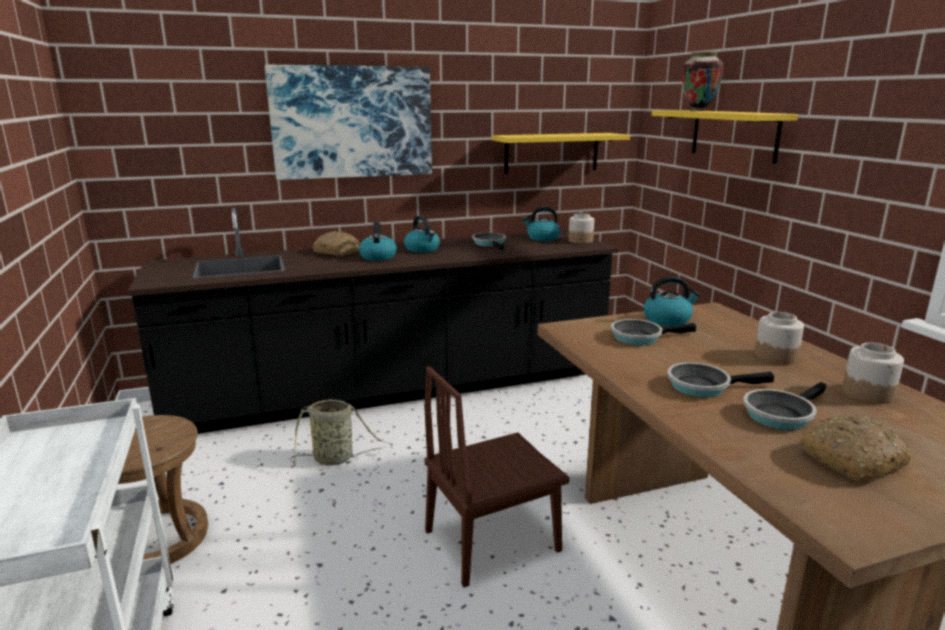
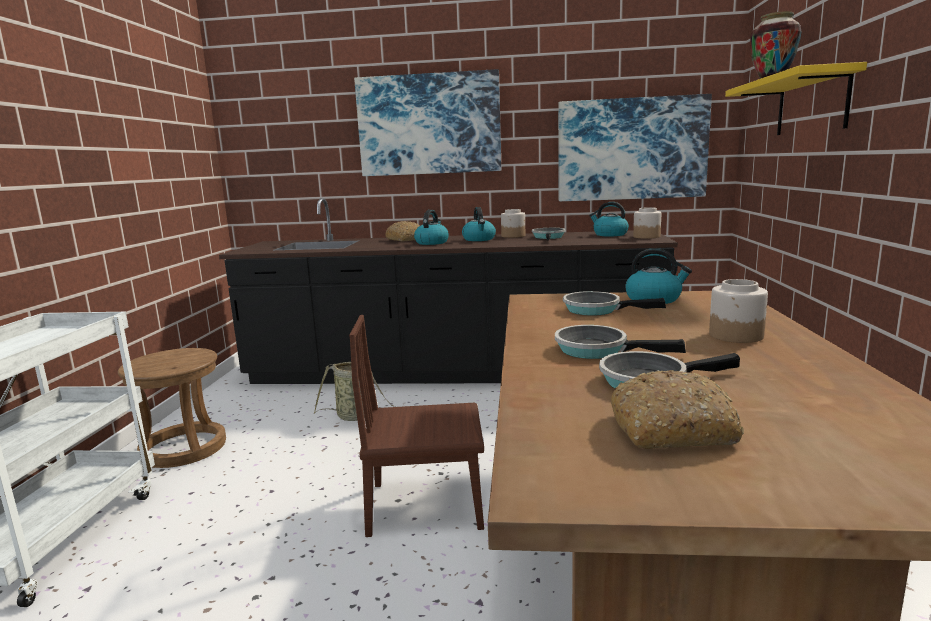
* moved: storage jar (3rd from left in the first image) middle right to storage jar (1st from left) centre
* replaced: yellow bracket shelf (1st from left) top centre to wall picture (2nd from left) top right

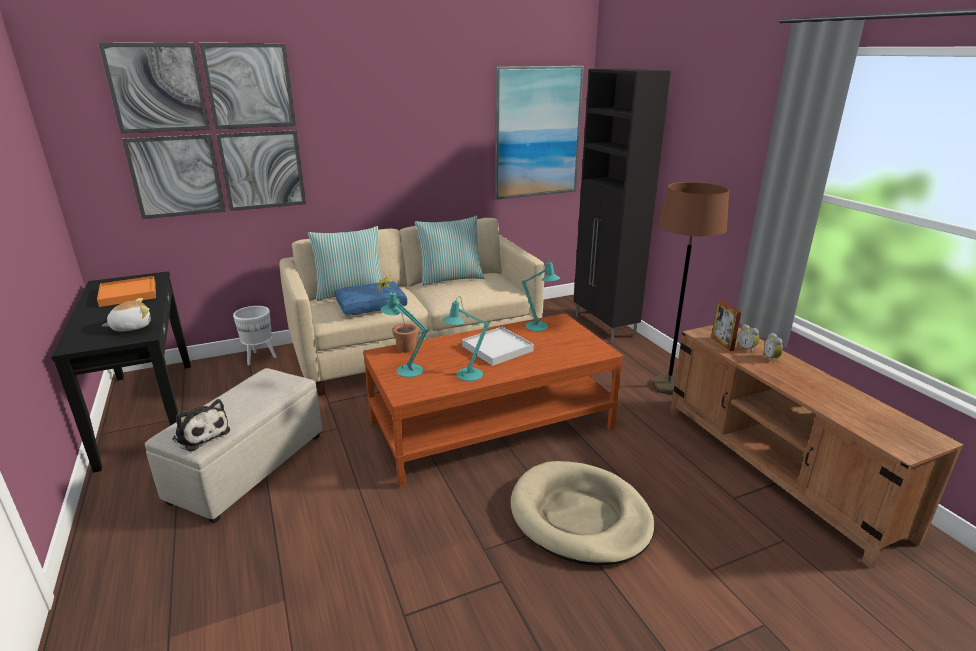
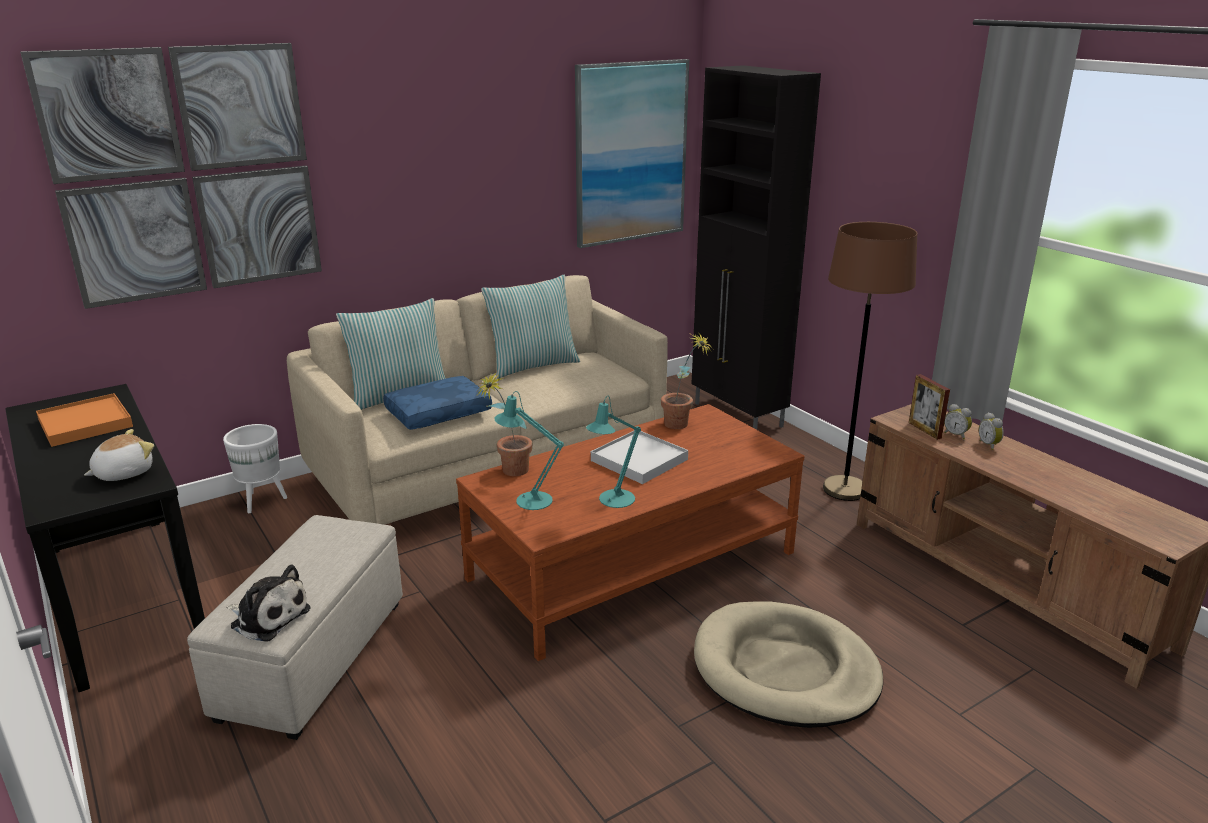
* replaced: turquoise-coloured tabletop lamp (3rd from left) centre to houseplant (2nd from left) centre

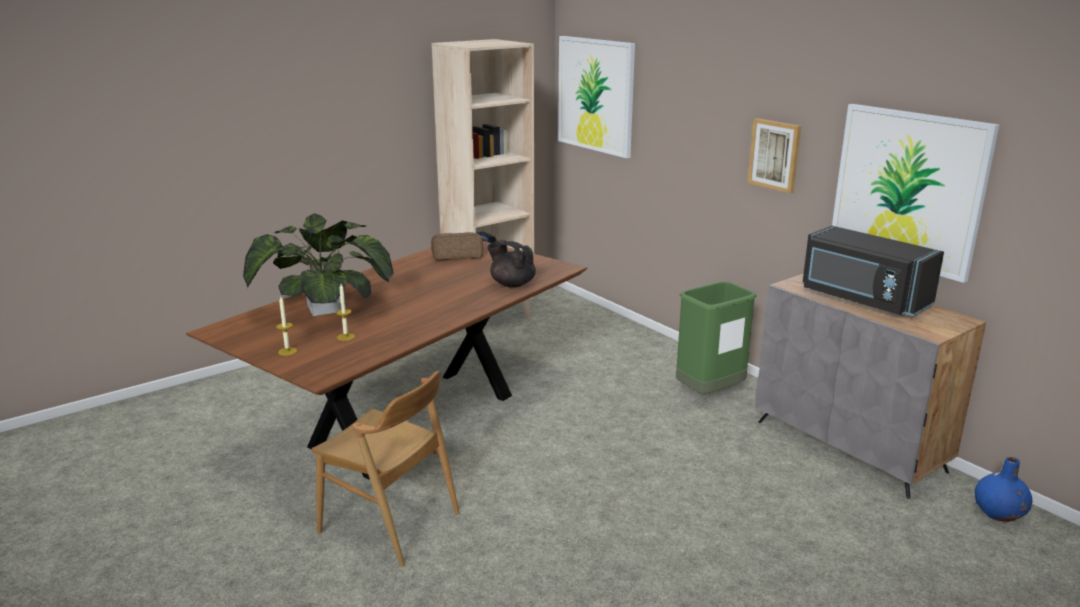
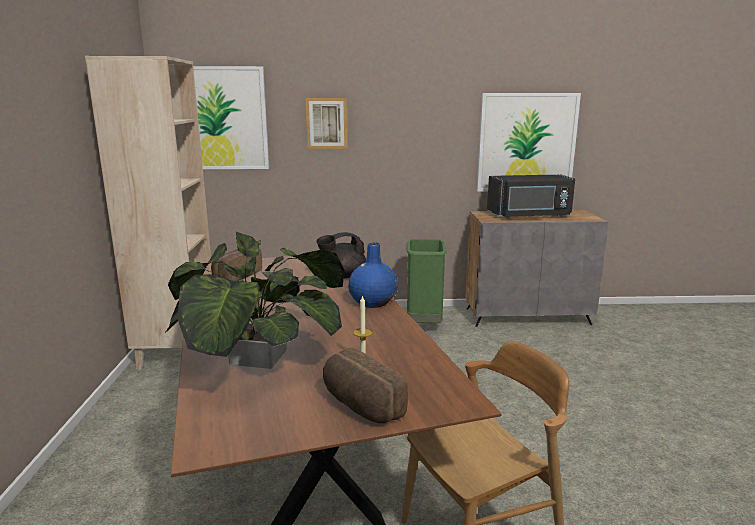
* moved: wall picture (2nd from left) top right to top centre
* moved: blue vase bottom right to centre
* replaced: wax light (1st from left) middle left to baked bread (2nd from left) bottom centre

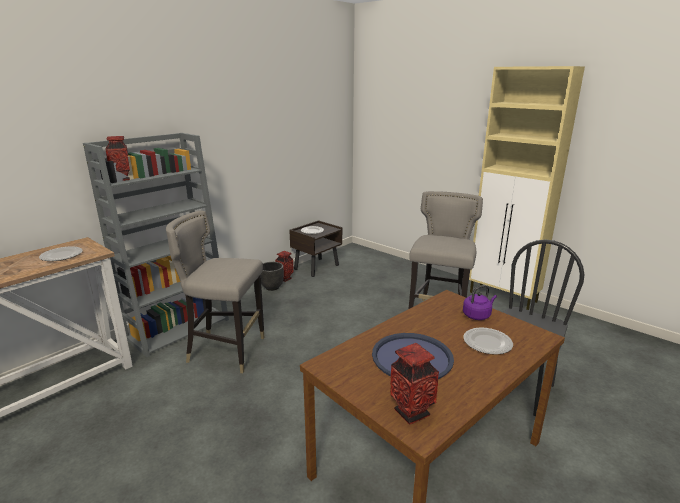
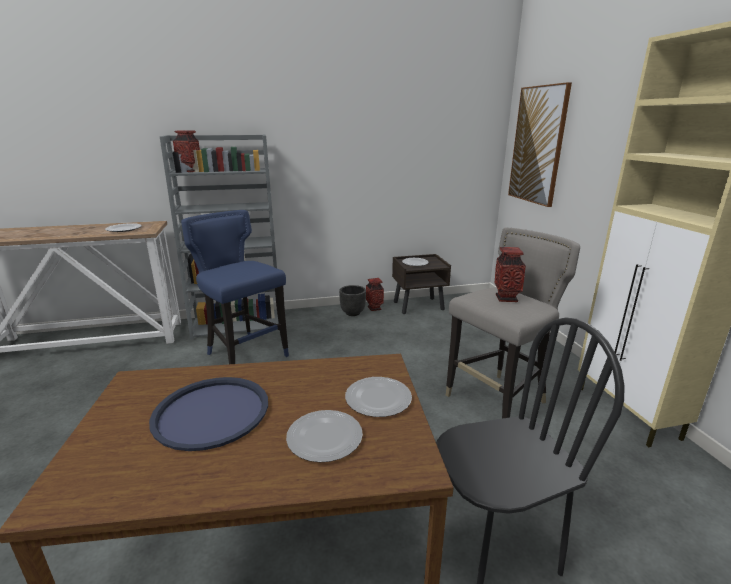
* added: wall picture top right
* moved: vase (3rd from left) bottom centre to middle right
* replaced: purple tea kettle middle right to plate (3rd from left) bottom centre
* recoloured: gray sitting stool (1st from left) middle left to blue sitting stool middle left

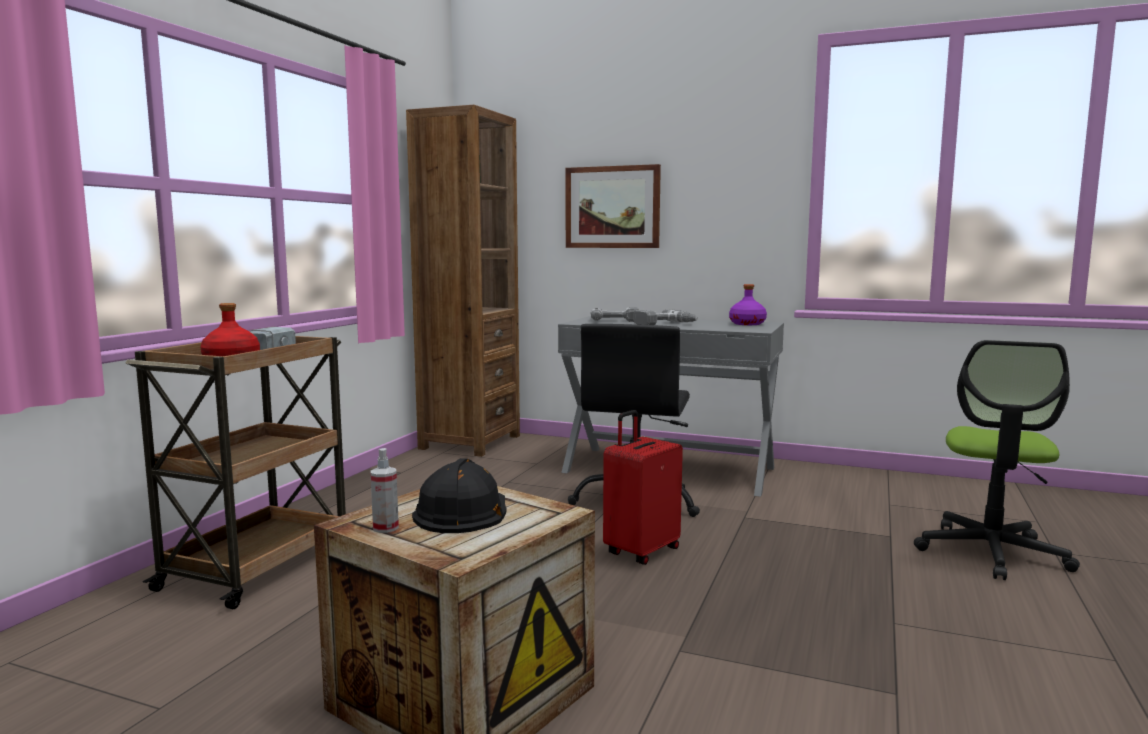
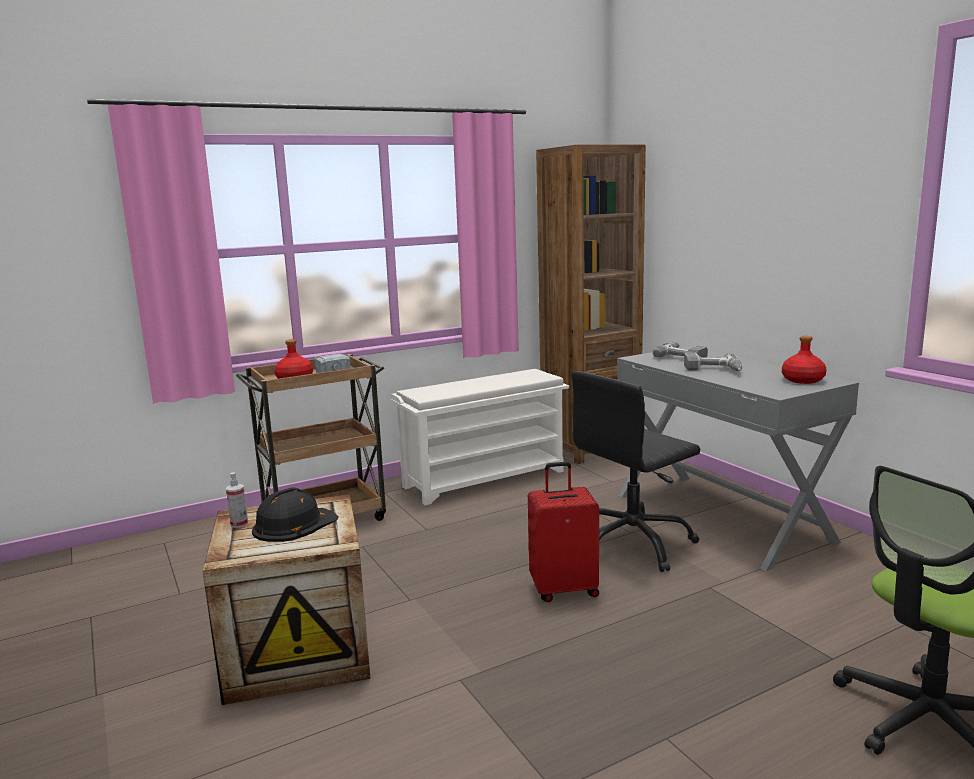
* removed: wall picture top centre
* added: white shoe rack centre
* recoloured: purple bottle centre to red bottle (2nd from left) middle right

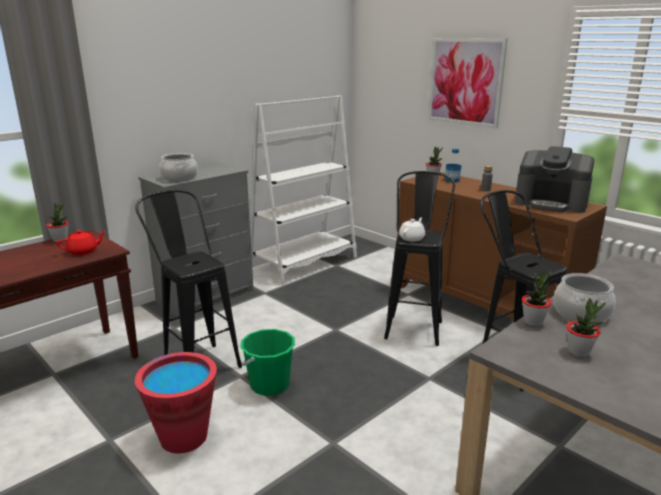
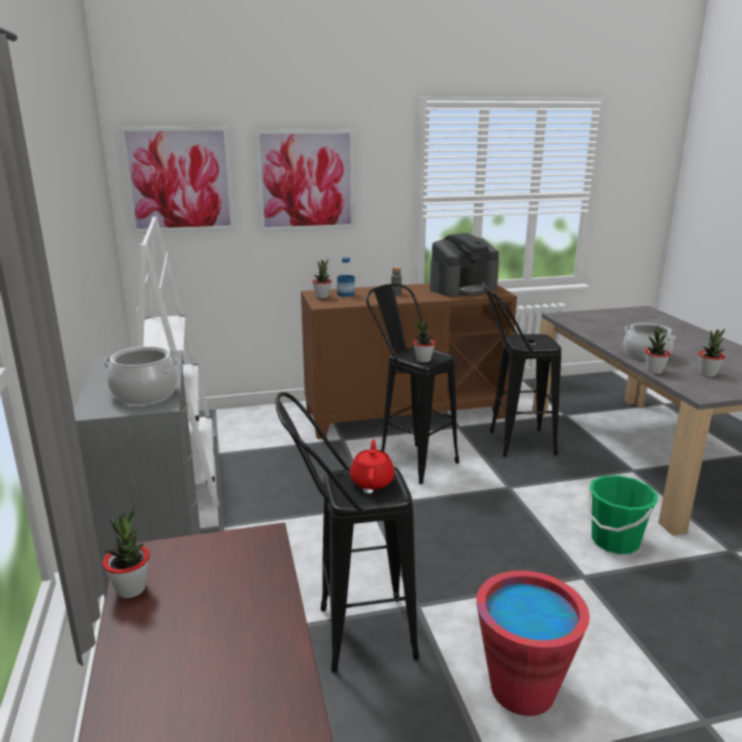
* added: wall picture (1st from left) top left
* moved: red teapot middle left to centre
* moved: green-coloured water bucket bottom centre to bottom right
* replaced: white teapot centre to houseplant (3rd from left) centre

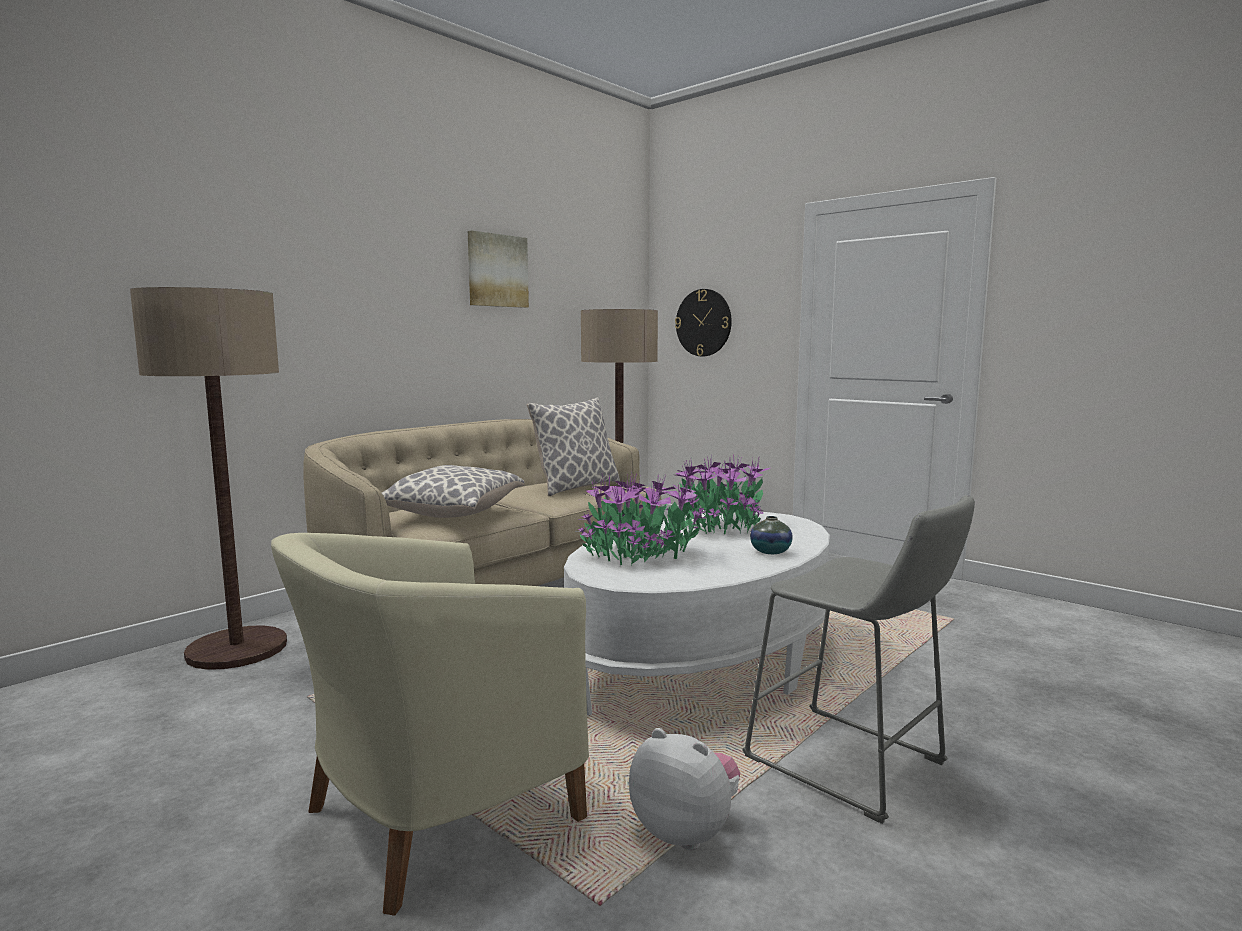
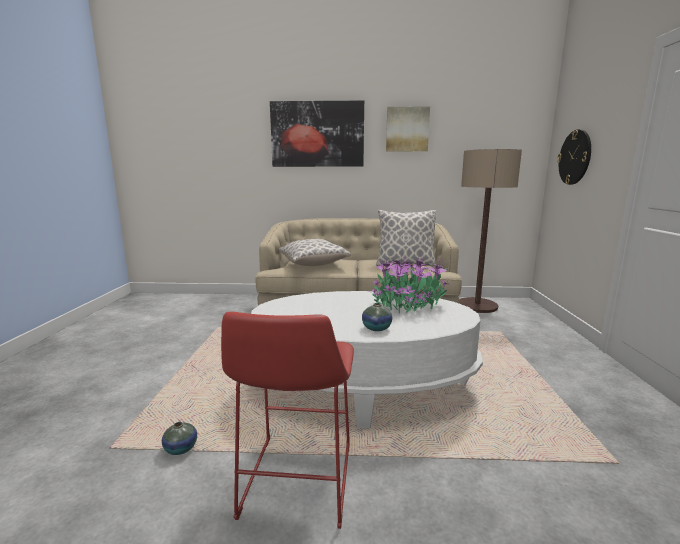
* removed: standing lamp (1st from left) middle left
* removed: beige-coloured lounge chair bottom centre
* removed: houseplant (1st from left) centre
* added: wall picture (1st from left) top centre
* replaced: soft toy bottom centre to vase (1st from left) bottom left
* recoloured: gray sitting stool bottom right to red sitting stool bottom centre

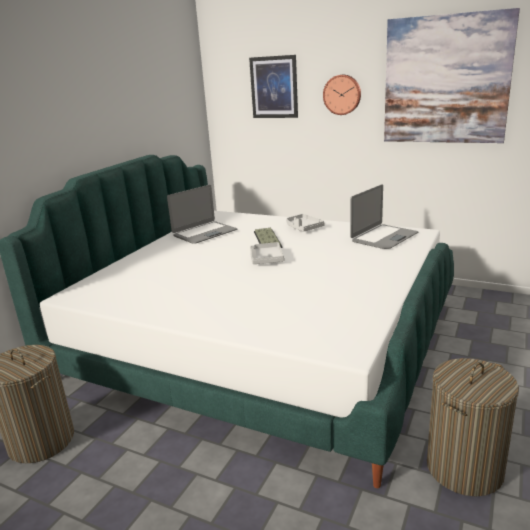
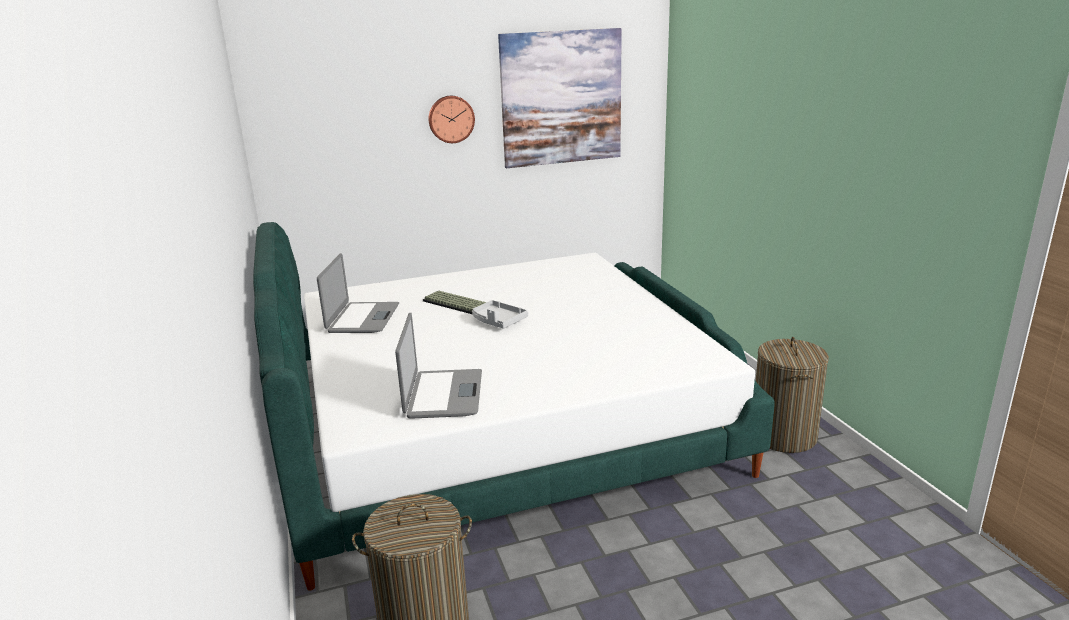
* removed: wall picture (1st from left) top centre
* removed: gray carrying tray (2nd from left) centre
* moved: laptop (2nd from left) middle right to centre

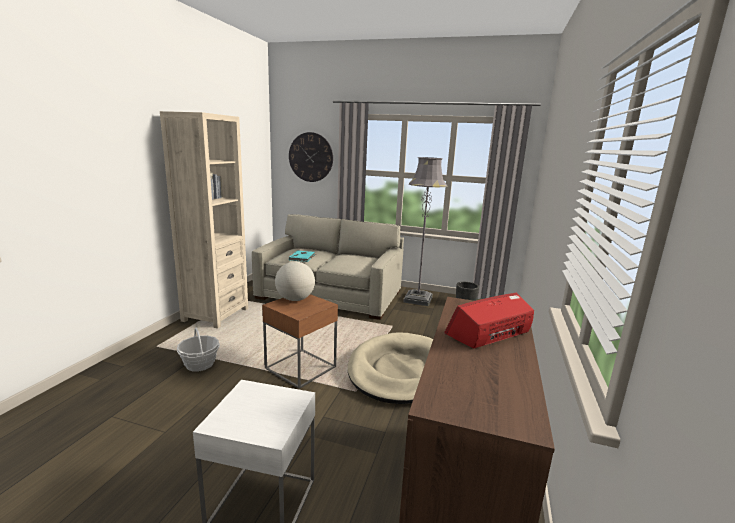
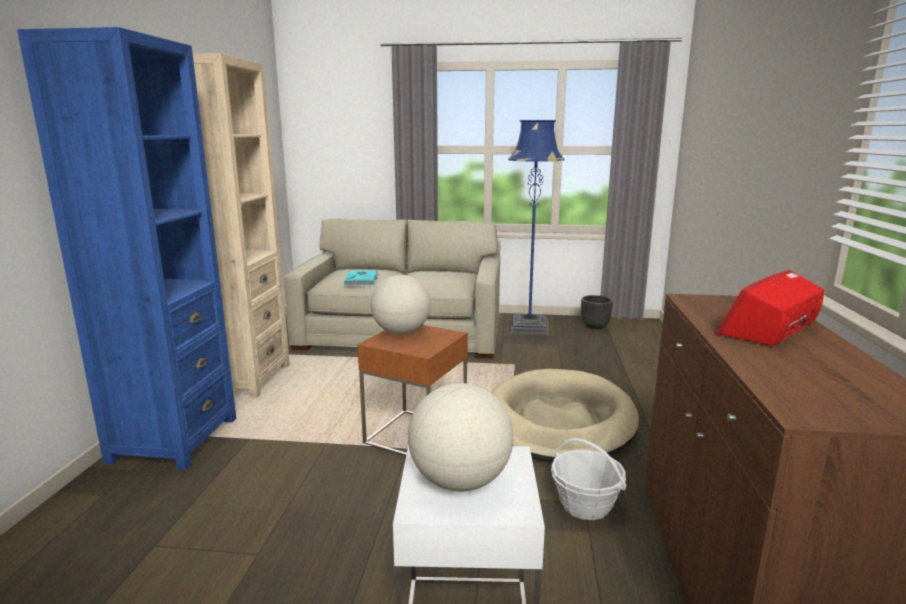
* removed: wall clock top centre
* added: blue bookcase middle left
* added: globe (2nd from left) bottom centre
* moved: household basket bottom left to bottom centre
* recoloured: gray standing lamp centre to blue standing lamp centre

